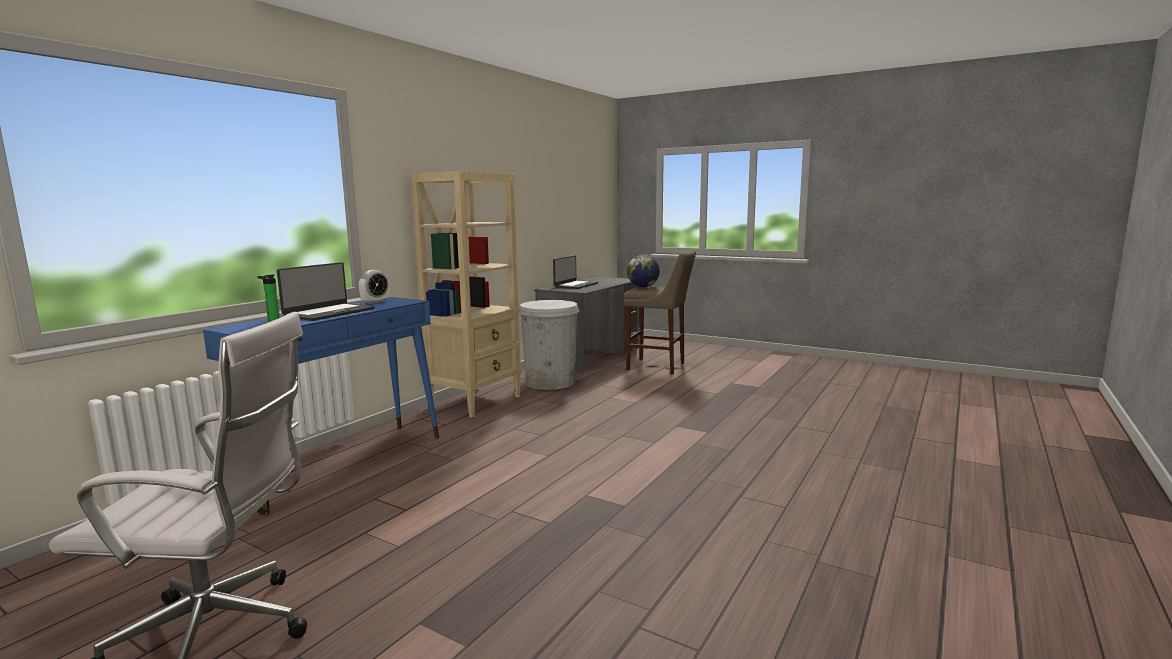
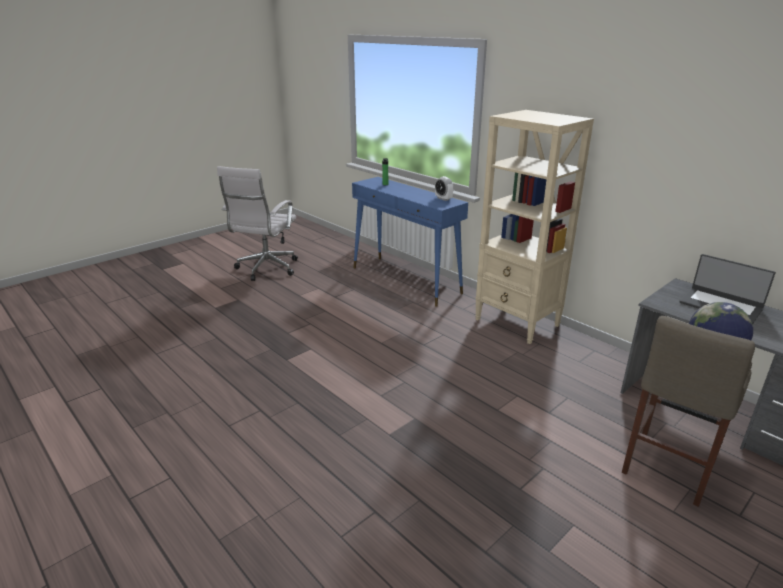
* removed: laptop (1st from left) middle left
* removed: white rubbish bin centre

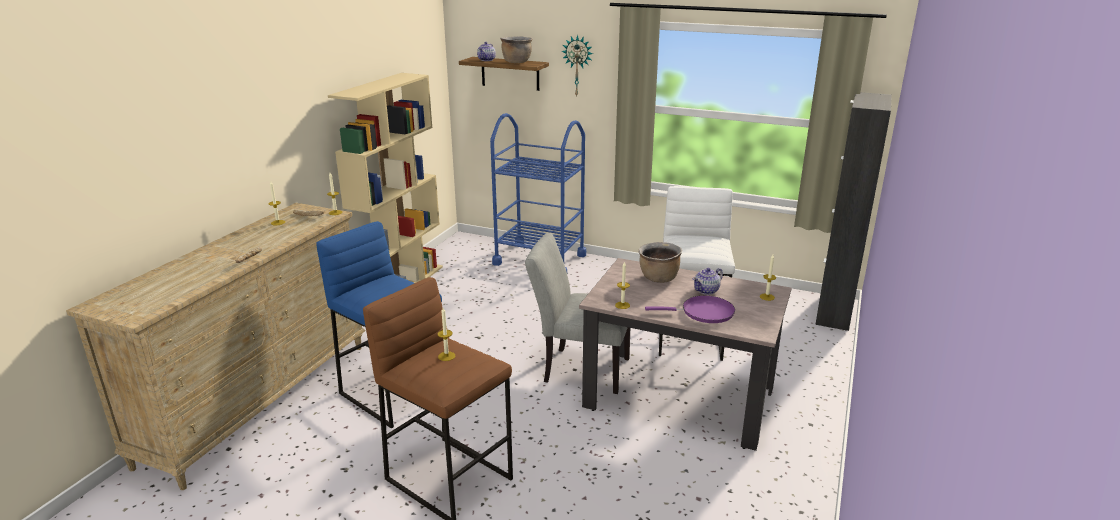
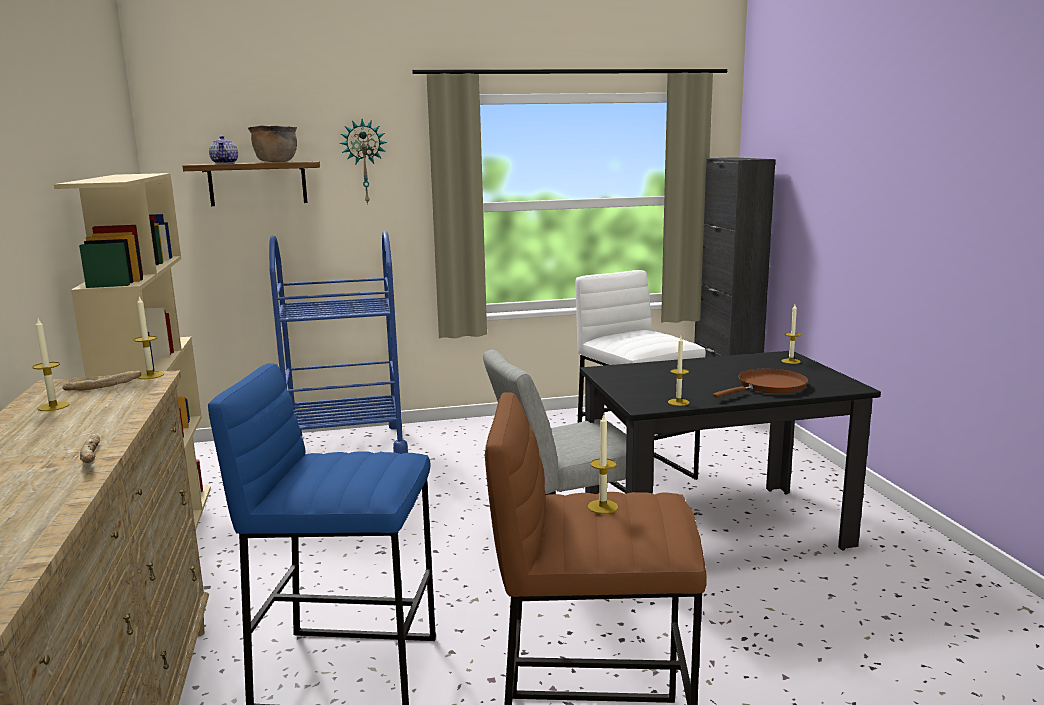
* removed: brown-coloured saucepot (2nd from left) centre
* removed: teapot (2nd from left) centre
* recoloured: beige-coloured kitchen table bottom centre to black-coloured kitchen table middle right
* recoloured: purple skillet centre to brown-coloured skillet middle right

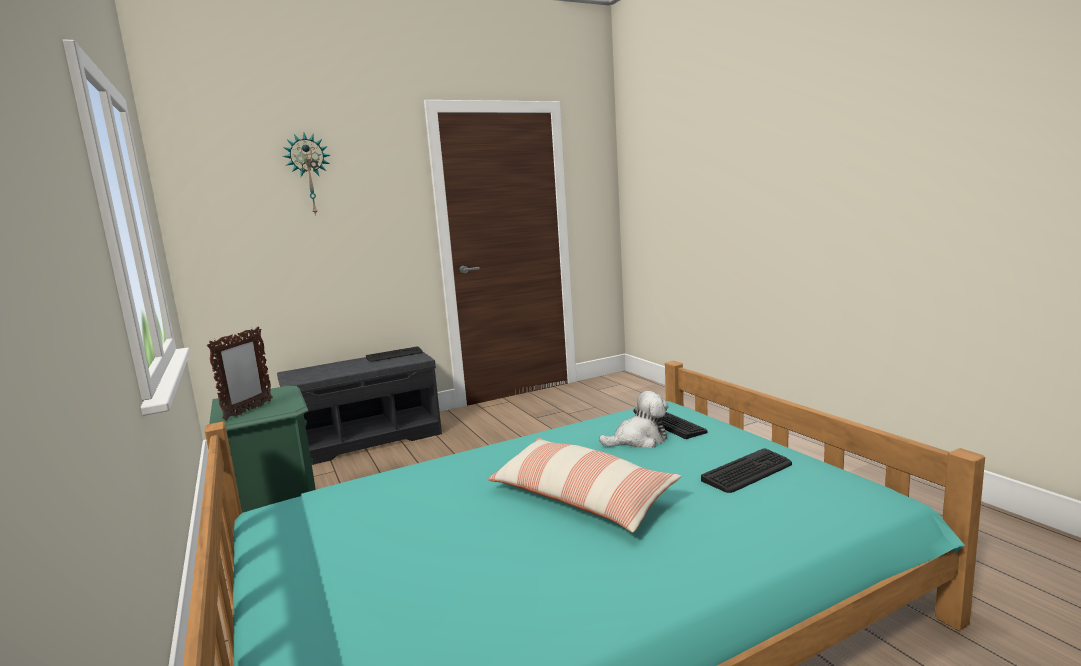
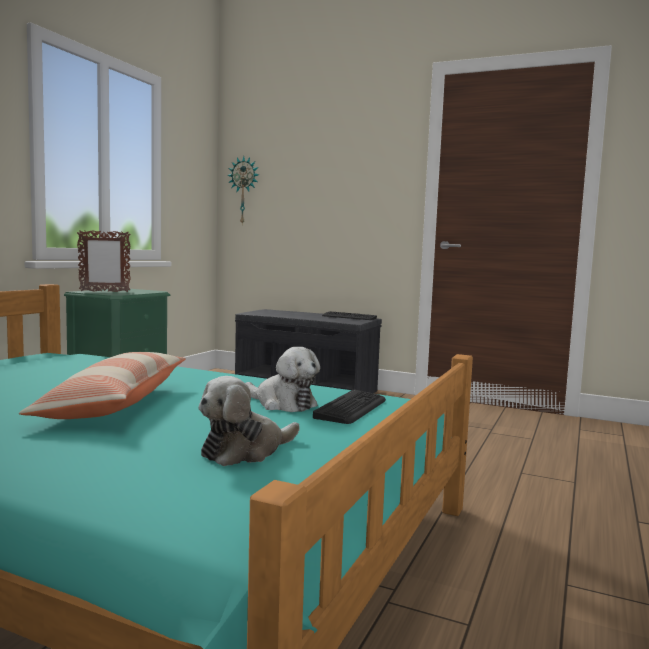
* moved: wall clock top left to top centre
* replaced: keyboard (3rd from left) bottom right to soft toy (1st from left) centre

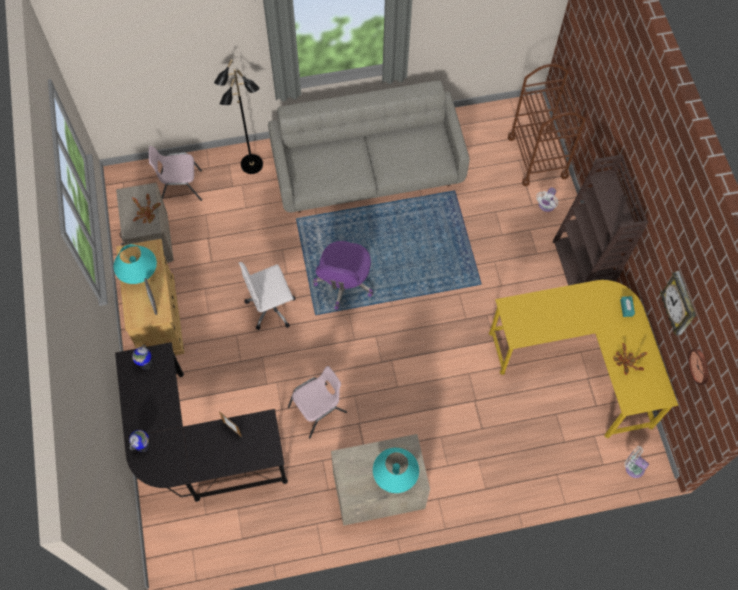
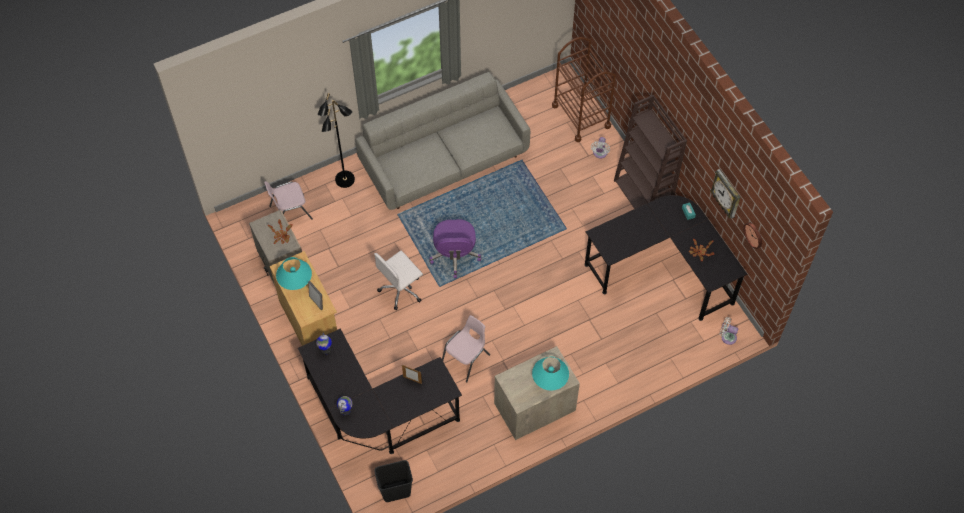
* added: black-coloured rubbish bin bottom centre
* recoloured: yellow desk unit middle right to black-coloured desk unit (2nd from left) middle right

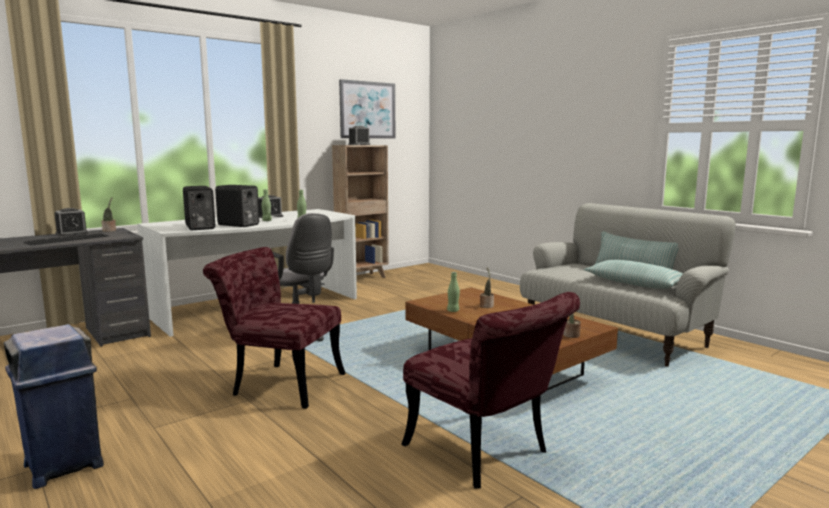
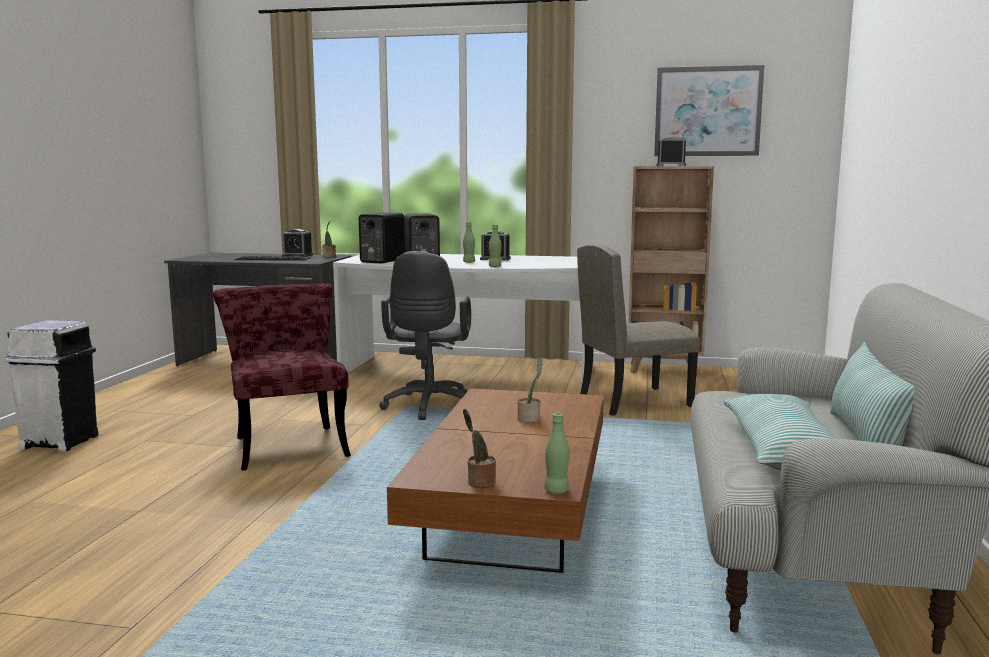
* removed: red upright chair (2nd from left) bottom centre
* added: beige-coloured upright chair centre
* moved: green-coloured bottle (3rd from left) centre to bottom centre
* recoloured: blue rubbish bin bottom left to white rubbish bin middle left

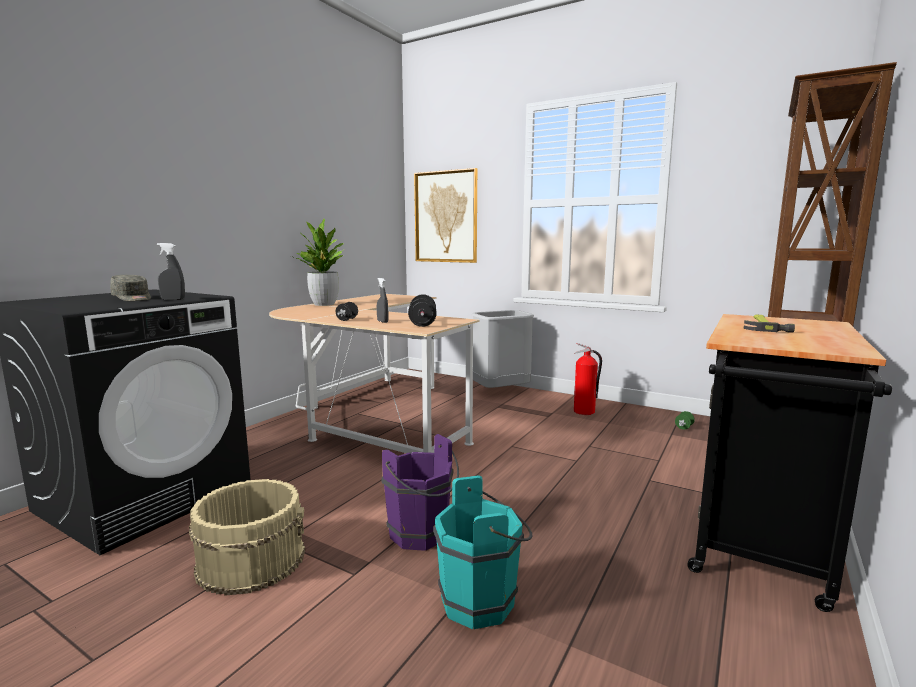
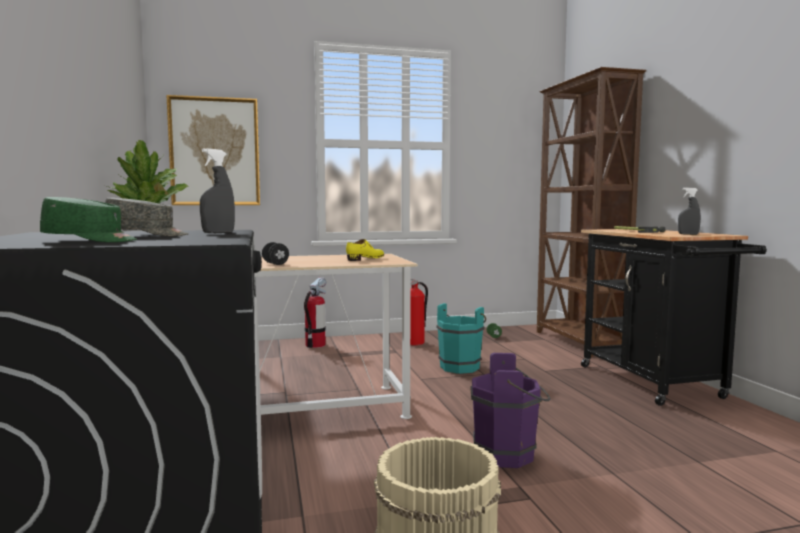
* added: green-coloured peaked cap middle left
* moved: gray sprayer (2nd from left) centre to middle right
* moved: turquoise-coloured water bucket bottom centre to centre
* replaced: black-coloured dumbbell (2nd from left) centre to yellow shoe centre
* replaced: gray rubbish bin centre to fire extinguisher (1st from left) centre

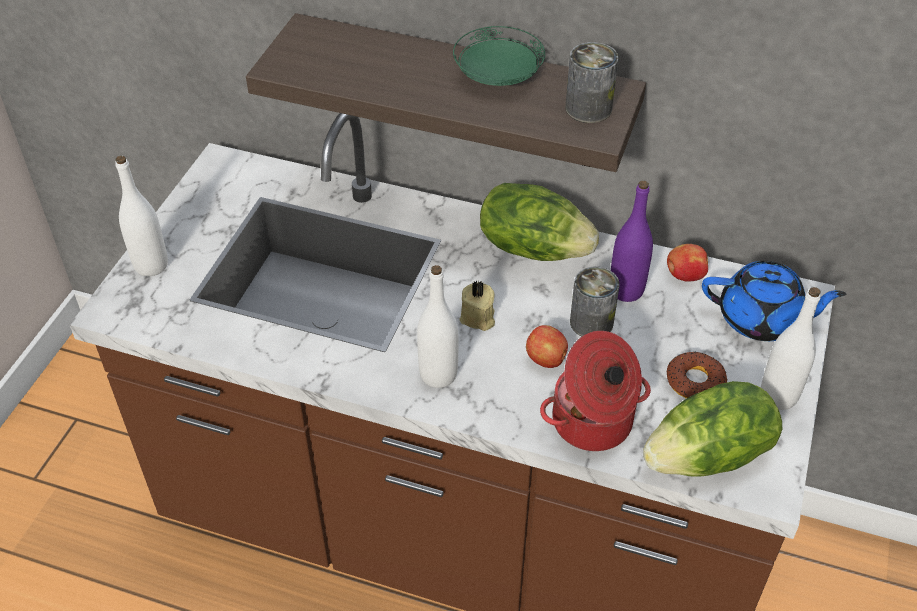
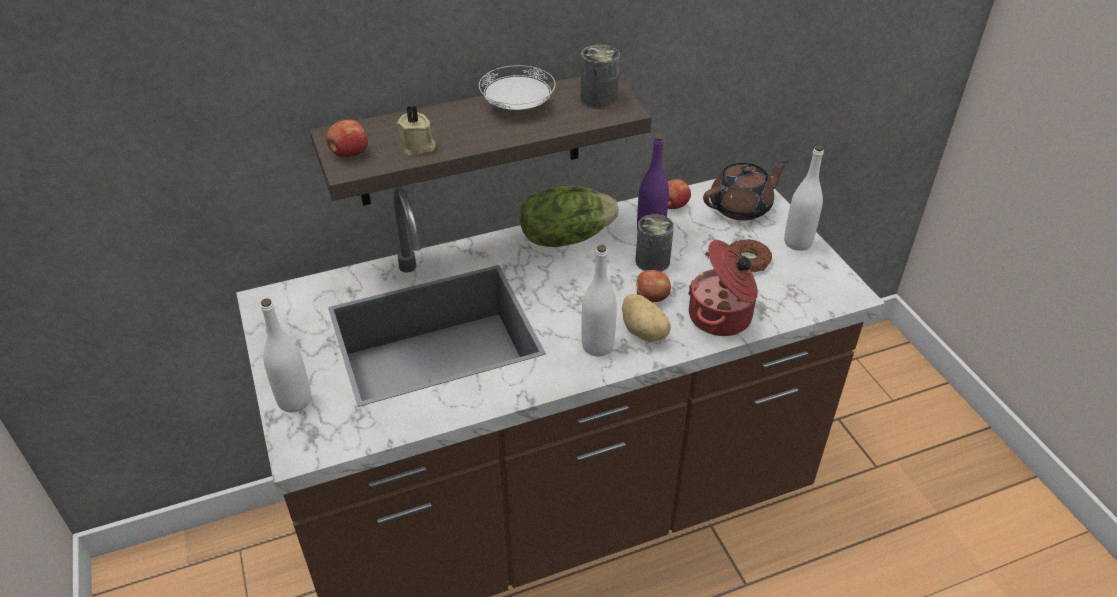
* removed: lettuce head (2nd from left) bottom right
* added: apple (1st from left) top left
* added: whole potato centre
* moved: beige-coloured wax light centre to top centre
* recoloured: green-coloured plate top centre to white plate top centre
* recoloured: blue teapot middle right to brown-coloured teapot top right

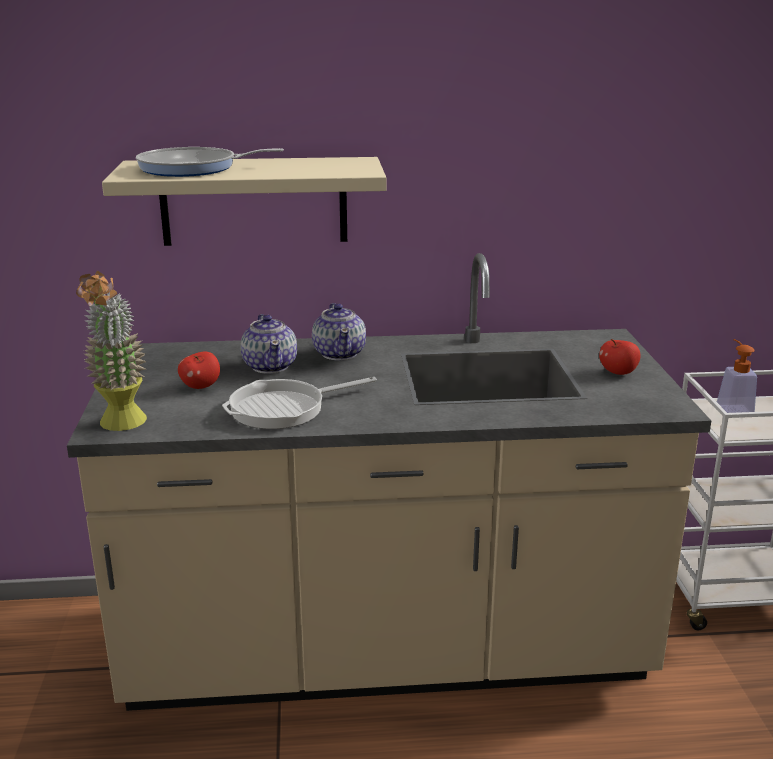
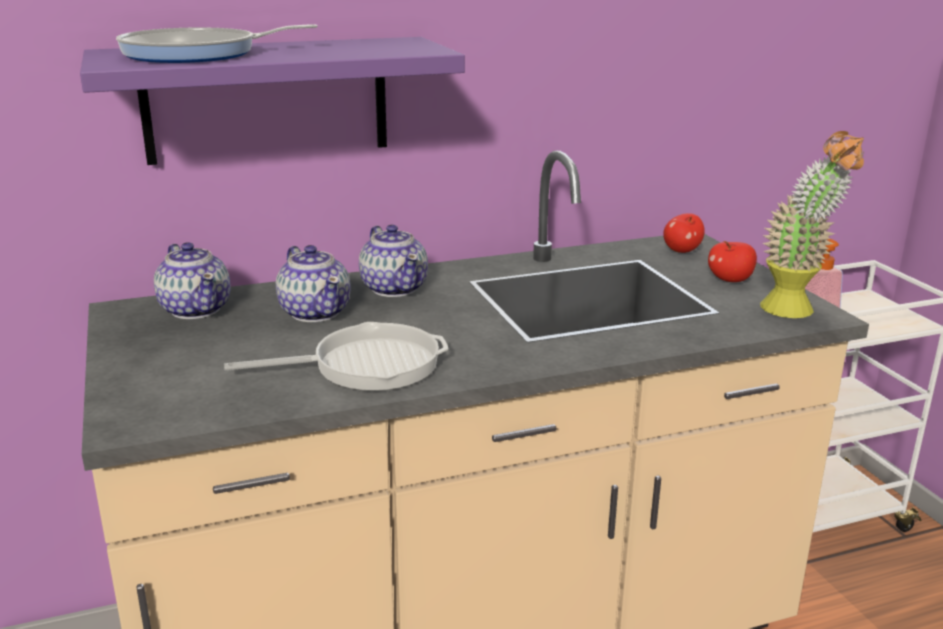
* added: teapot (1st from left) middle left
* moved: houseplant middle left to middle right
* moved: apple (1st from left) middle left to middle right
* recoloured: beige-coloured bracket shelf top left to purple bracket shelf top left
* turned: skillet (2nd from left) centre = centre 150 degrees counterclockwise

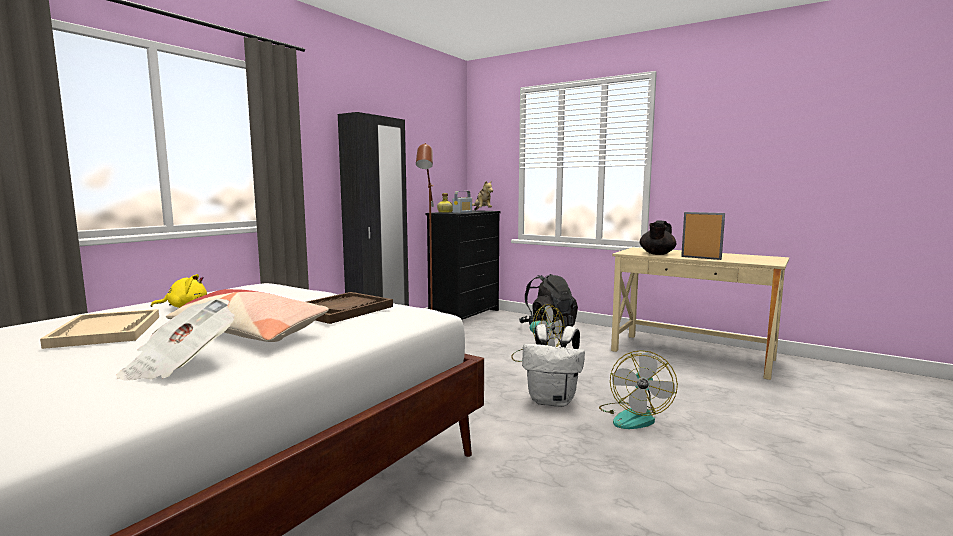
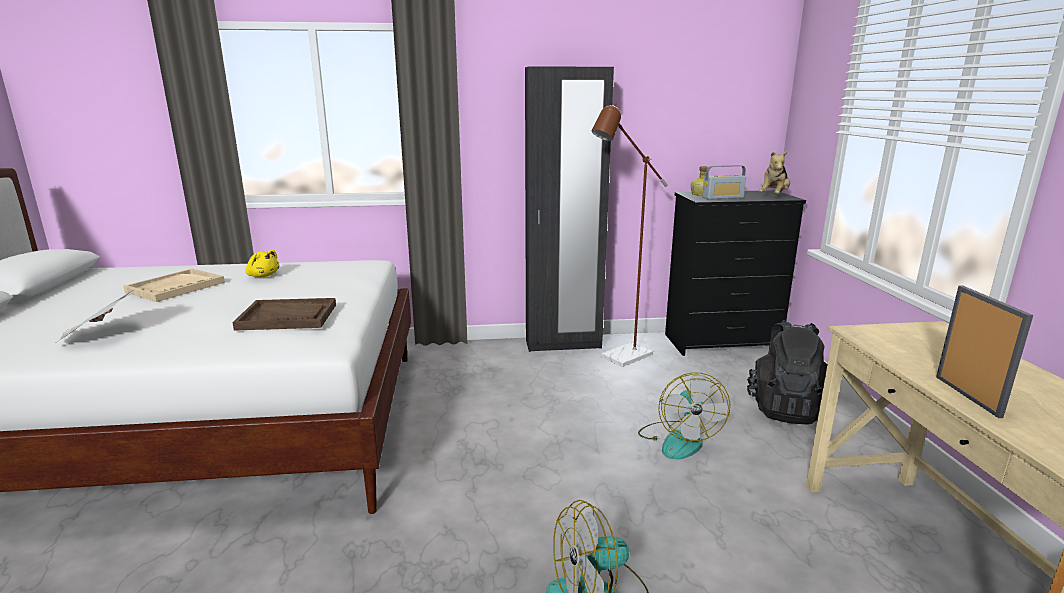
* removed: cushion middle left
* removed: white rucksack bottom centre
* removed: black-coloured teapot middle right

